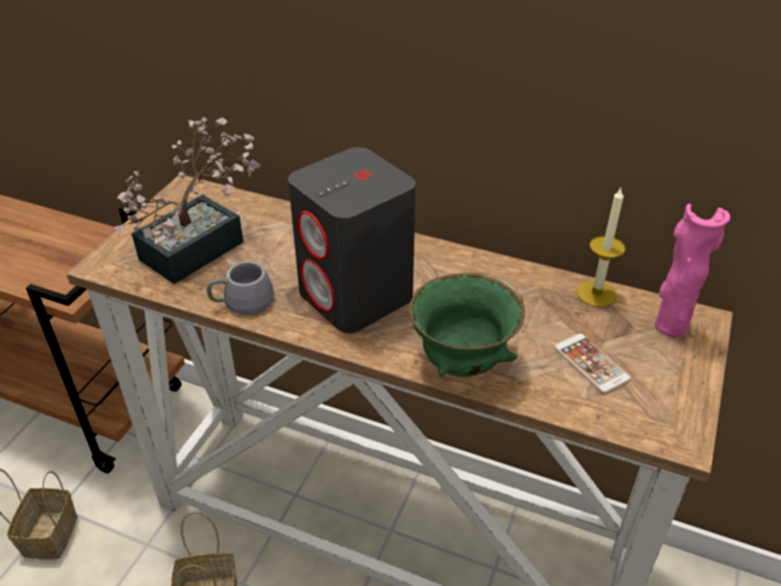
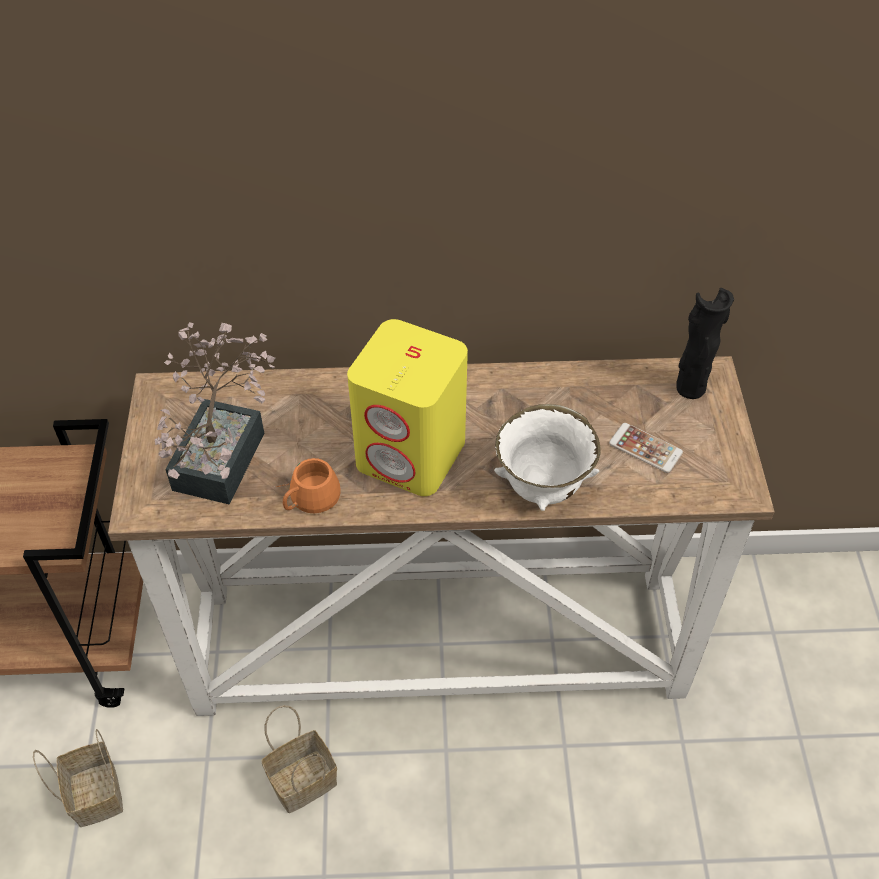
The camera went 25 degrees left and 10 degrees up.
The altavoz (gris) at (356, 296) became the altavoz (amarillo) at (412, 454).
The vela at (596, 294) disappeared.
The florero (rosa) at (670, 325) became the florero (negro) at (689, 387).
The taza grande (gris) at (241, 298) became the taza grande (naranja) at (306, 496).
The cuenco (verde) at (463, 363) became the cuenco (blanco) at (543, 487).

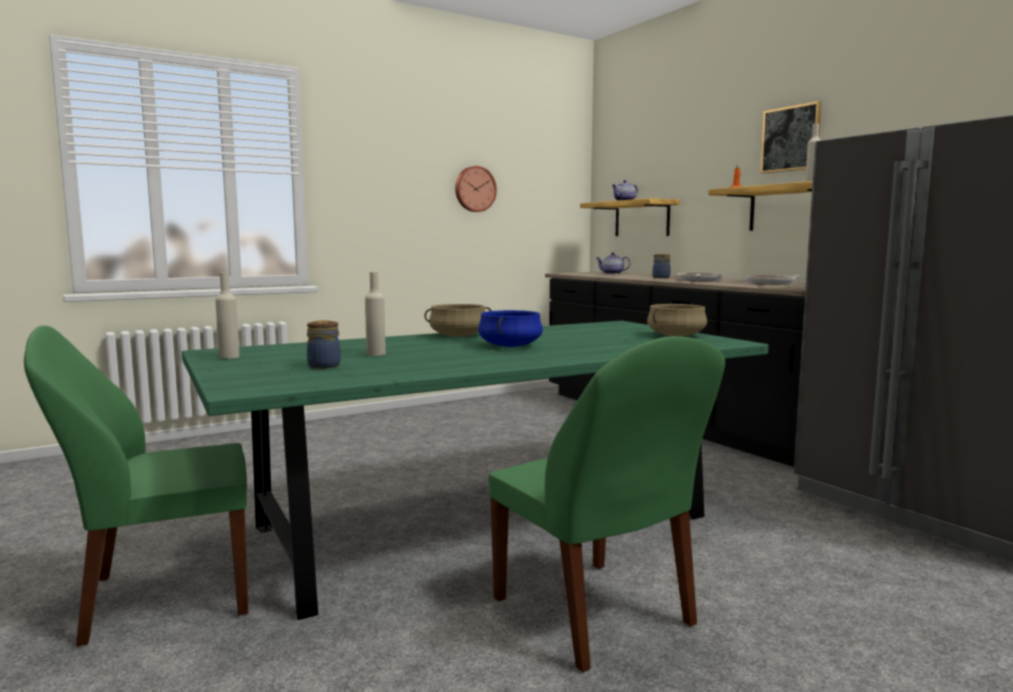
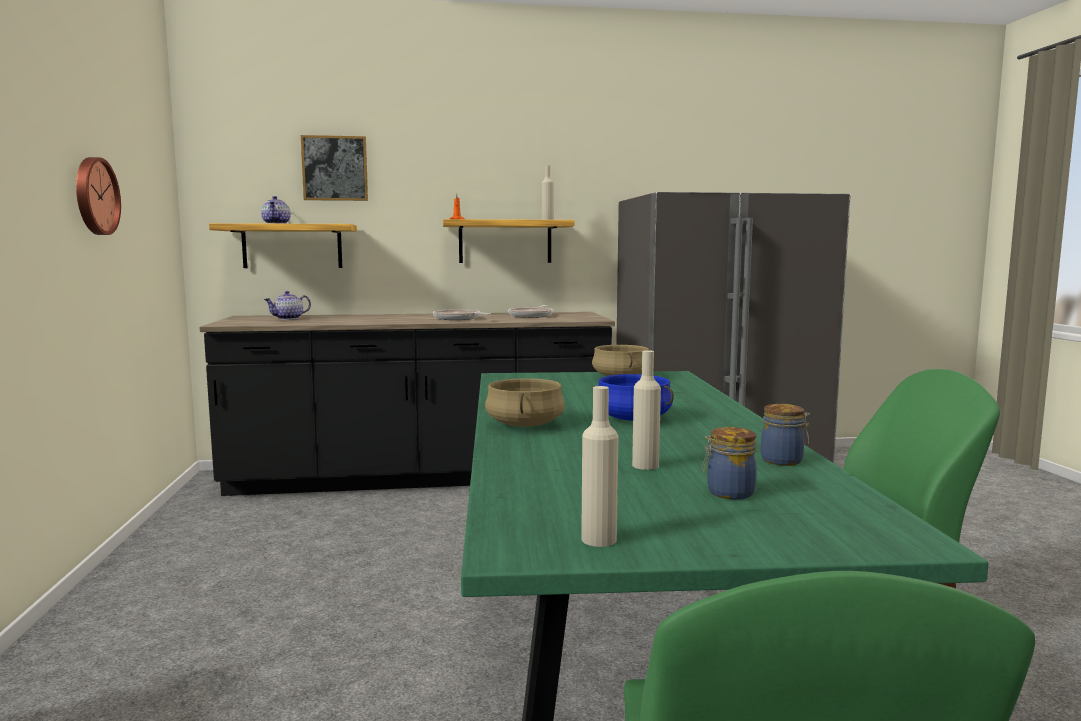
The camera went 65 degrees left and 0 degrees up.
The cuadro moved from (791, 139) to (335, 168).
The tarro moved from (661, 278) to (783, 461).

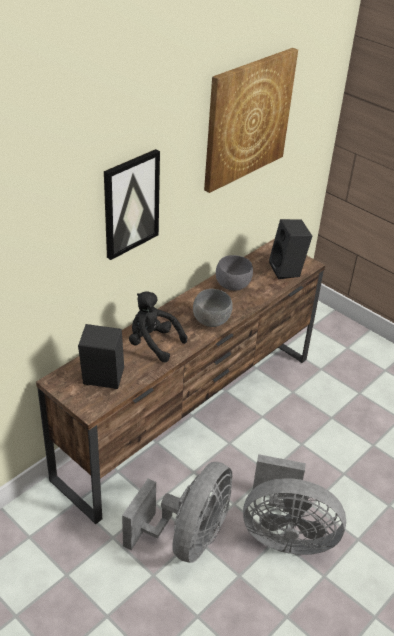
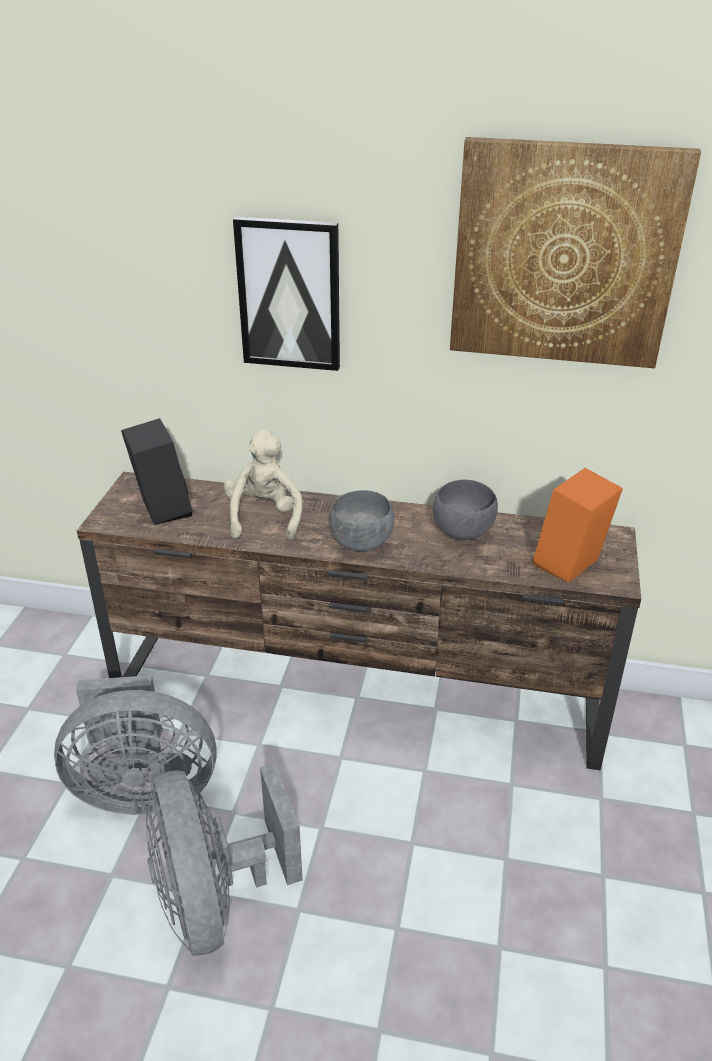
The camera went 60 degrees right and 5 degrees down.
The altavoz (negro) at (287, 270) became the altavoz (naranja) at (570, 566).
The peluche (negro) at (153, 343) became the peluche (beis) at (264, 517).

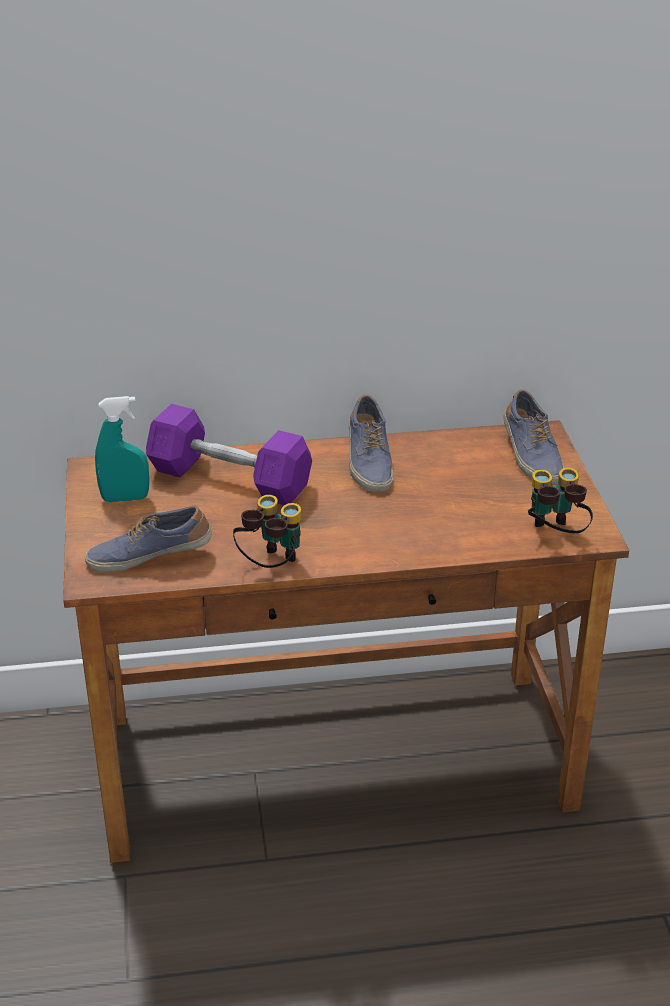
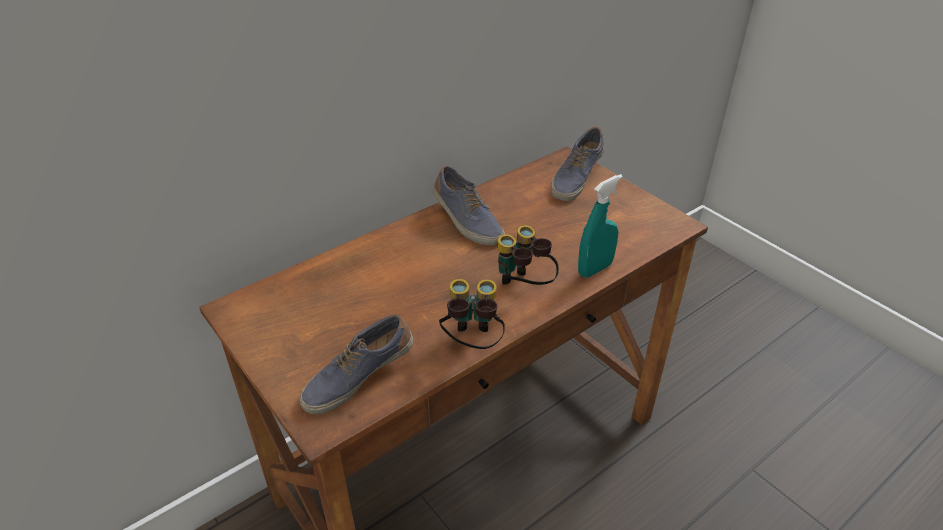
The camera went 30 degrees left and 5 degrees up.
The zapato at (530, 456) turned 75 degrees clockwise.
The pulverizador (turquesa) moved from (125, 498) to (595, 269).
The mancuerna (morado) at (229, 479) disappeared.
The prismáticos moved from (554, 535) to (524, 287).

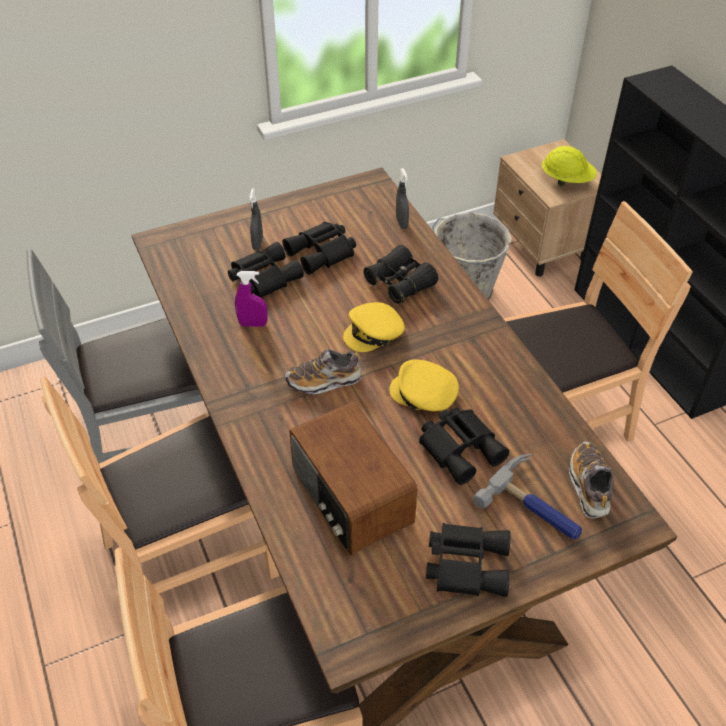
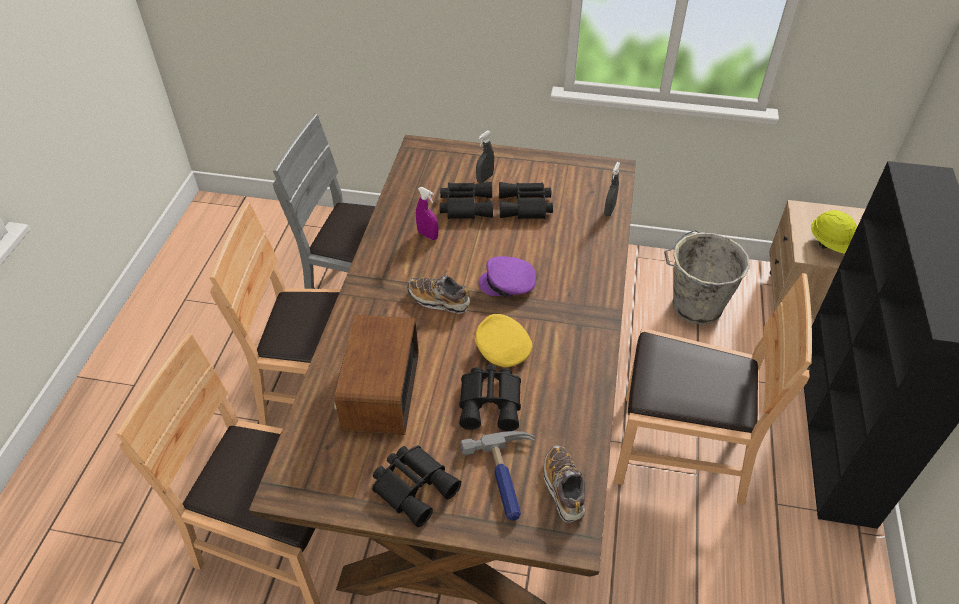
The camera went 35 degrees right and 0 degrees up.
The prismáticos (negro) at (400, 283) disappeared.
The gorra (amarillo) at (375, 333) became the gorra (morado) at (508, 284).
The zapato at (589, 486) turned 45 degrees counterclockwise.

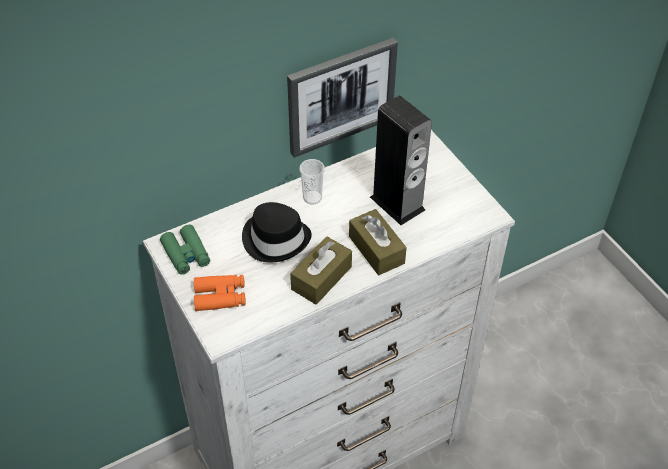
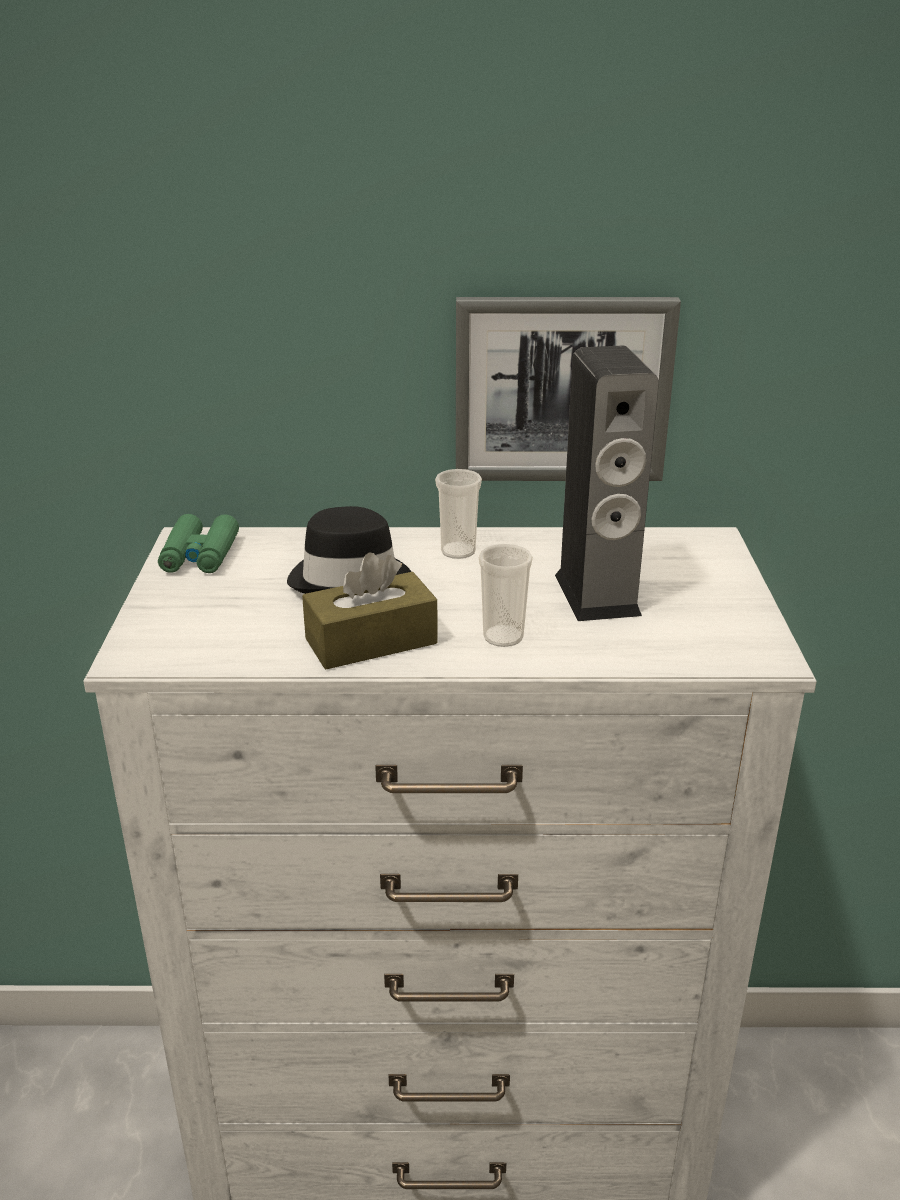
The camera went 30 degrees right and 20 degrees down.
The caja de pañuelos (marrón) at (376, 250) was replaced by the taza at (503, 637).
The prismáticos (naranja) at (220, 296) disappeared.

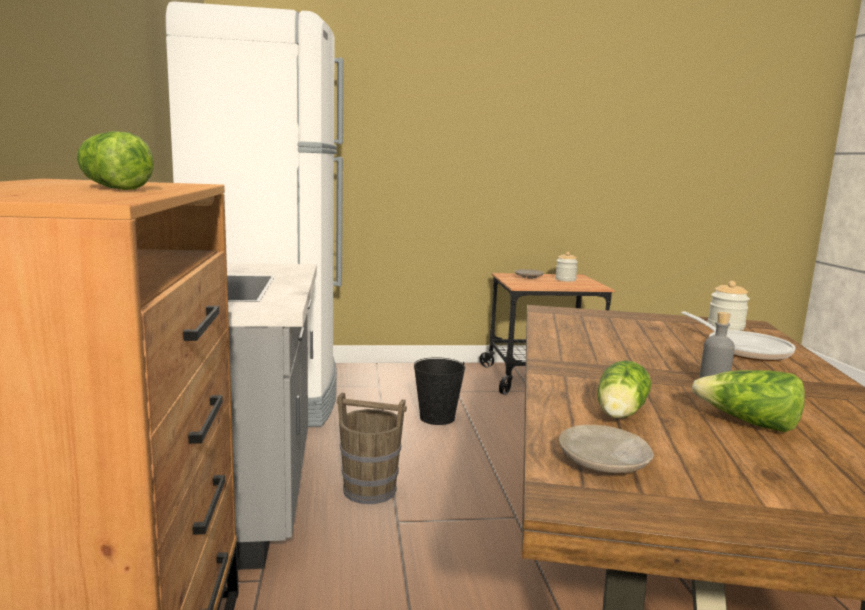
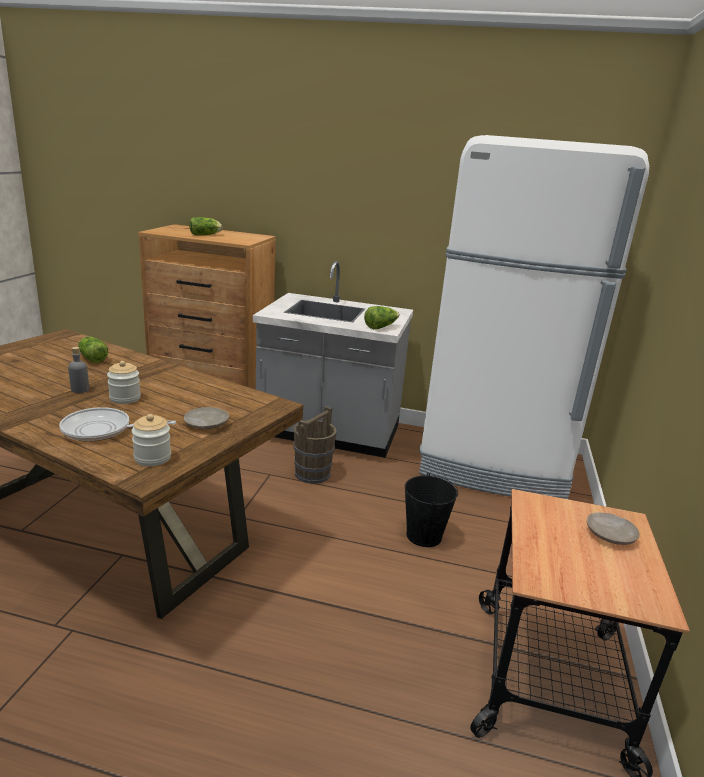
The camera went 110 degrees right and 10 degrees up.
The tarro moved from (565, 280) to (125, 398).
The lechuga moved from (748, 423) to (380, 327).
The plato (beis) moved from (603, 463) to (206, 424).

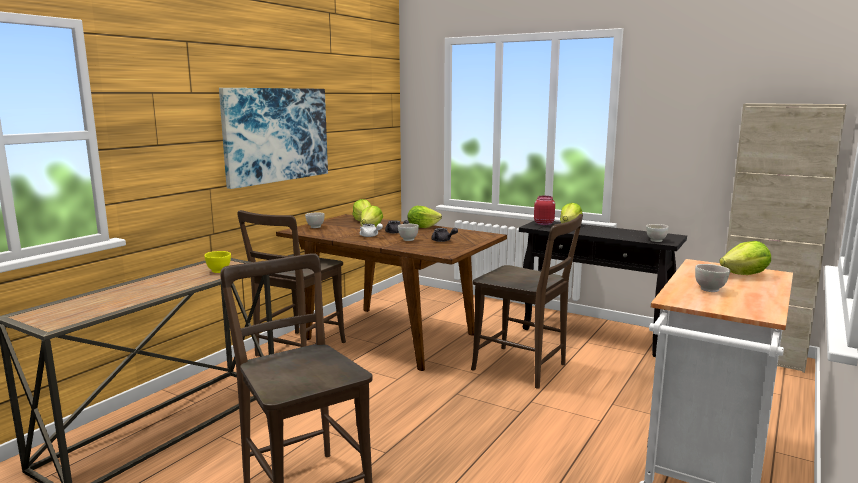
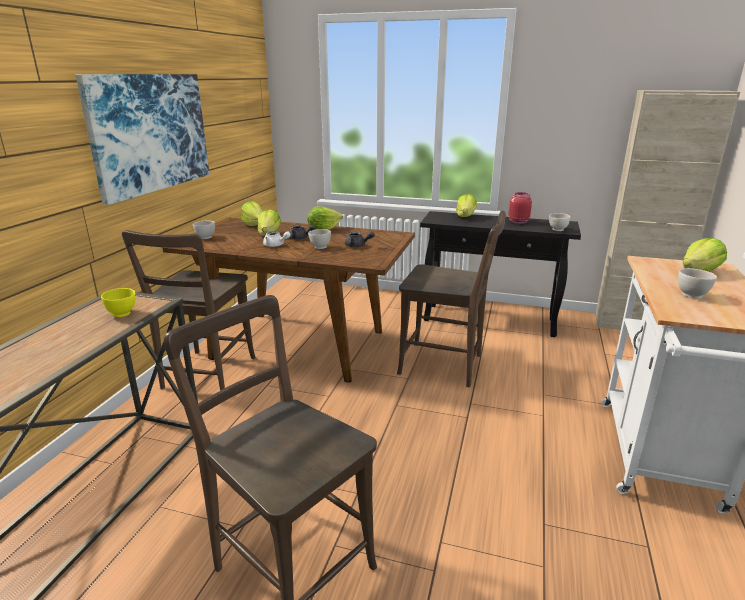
The camera went 15 degrees left and 10 degrees up.
The tarro (rojo) moved from (543, 223) to (517, 221).

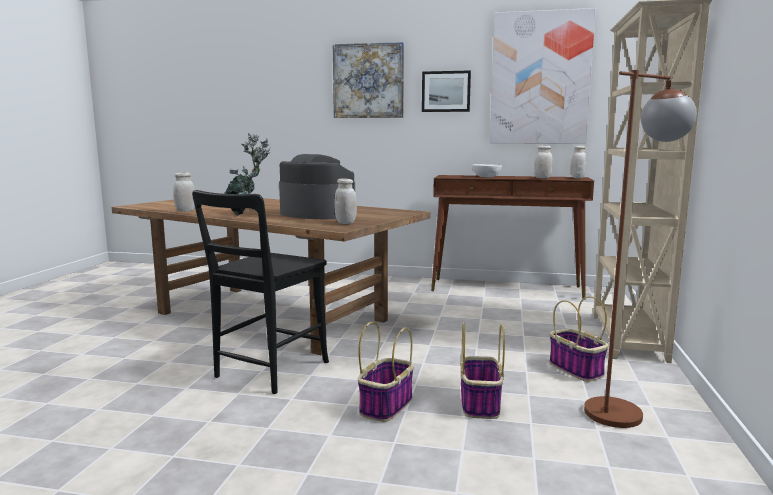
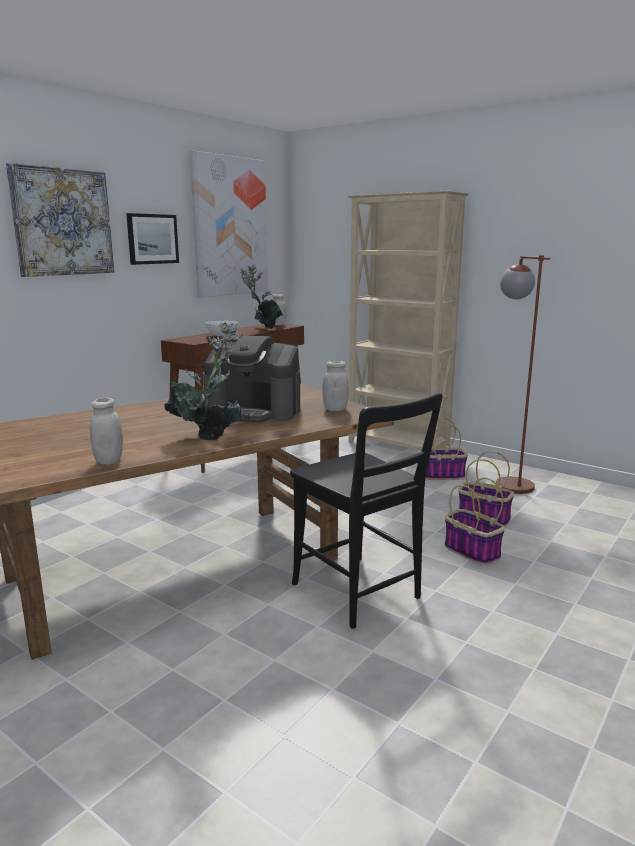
The camera went 65 degrees left and 5 degrees up.
The tarro (blanco) at (542, 178) was replaced by the planta en maceta at (263, 329).
The cafetera at (316, 214) turned 135 degrees counterclockwise.

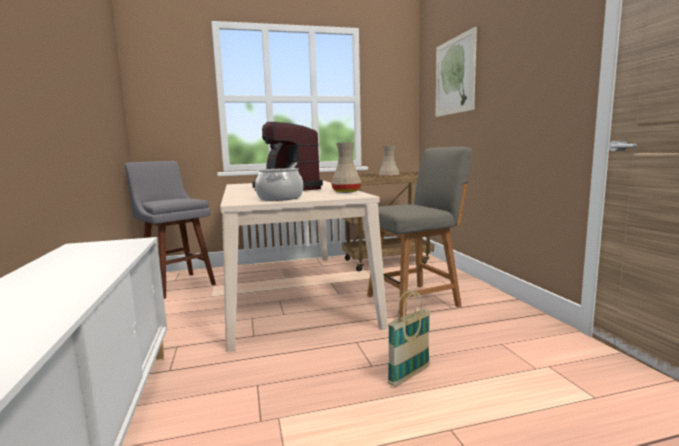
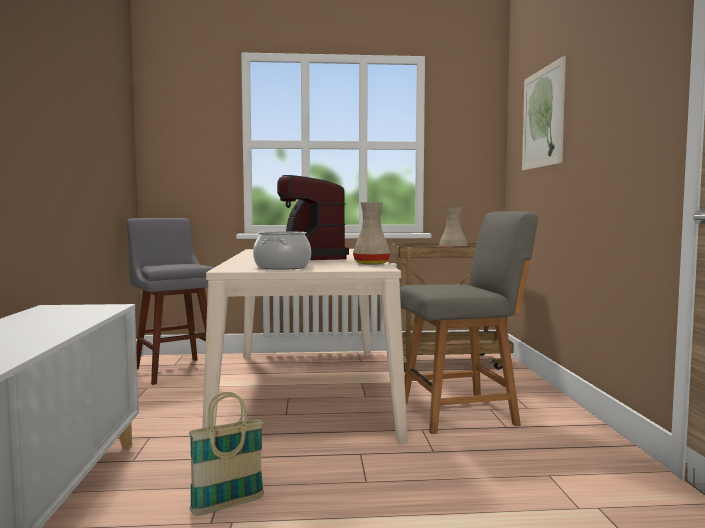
The camera went 10 degrees right and 5 degrees down.
The cesta moved from (409, 375) to (228, 505).

